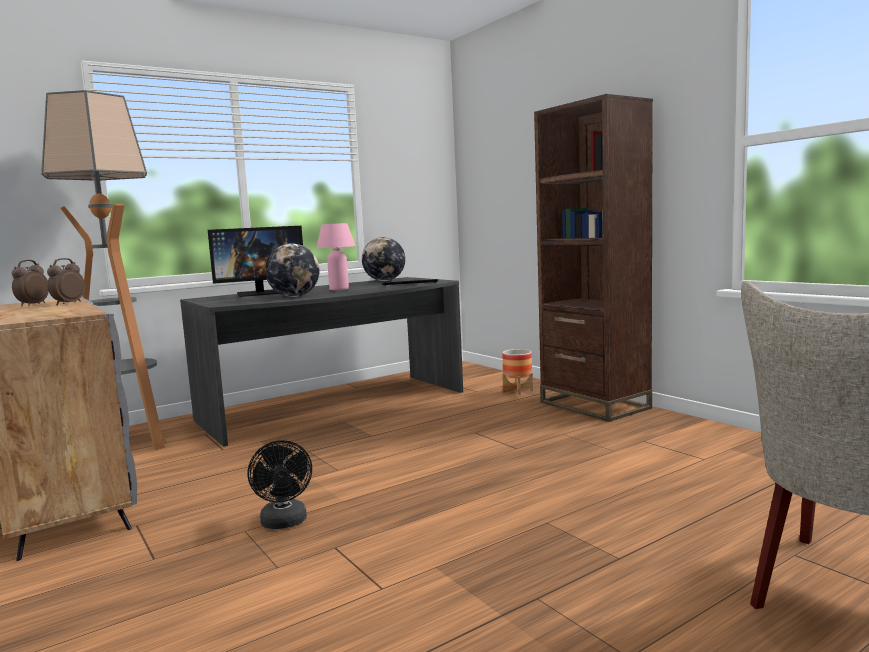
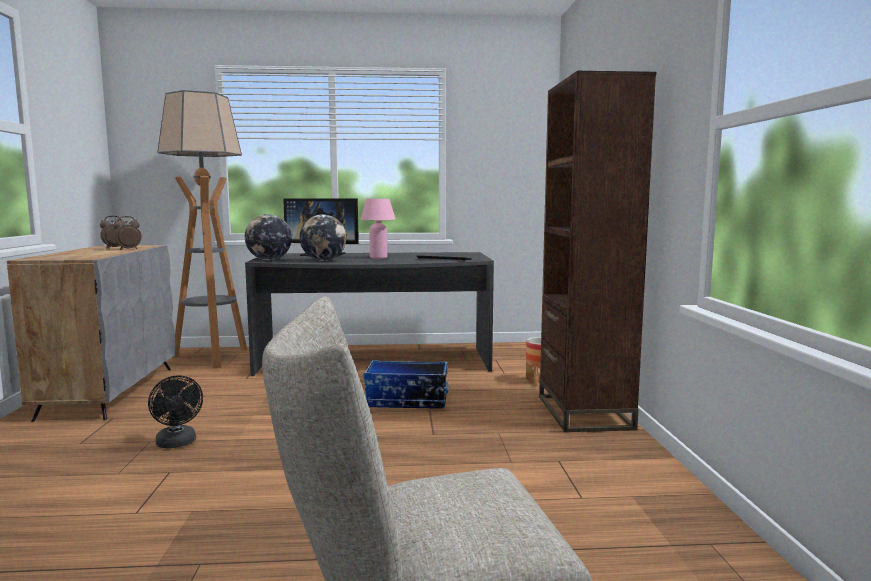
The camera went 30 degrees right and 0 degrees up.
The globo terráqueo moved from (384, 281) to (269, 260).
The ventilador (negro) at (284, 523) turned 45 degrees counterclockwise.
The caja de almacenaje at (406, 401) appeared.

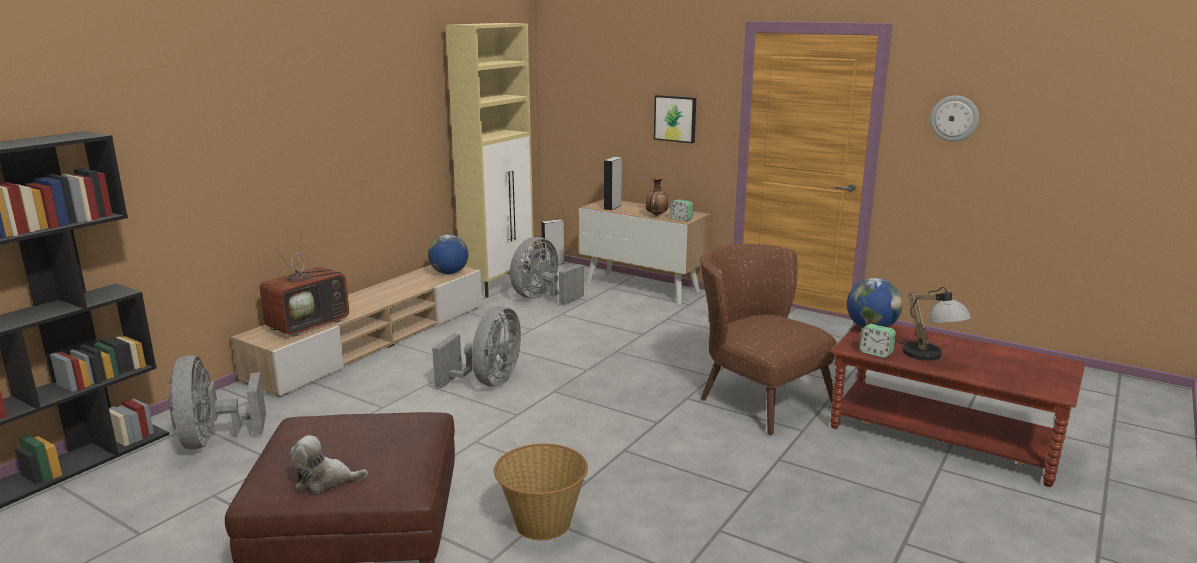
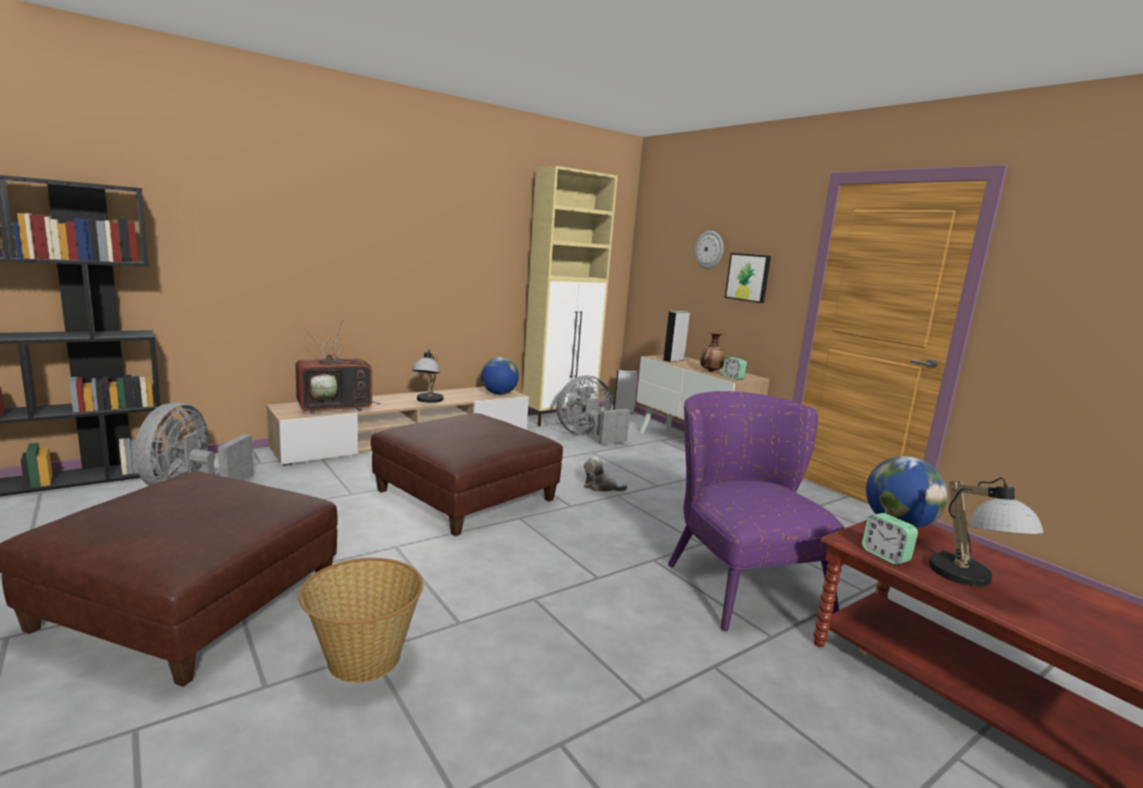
The camera went 20 degrees right and 5 degrees down.
The reloj de pared moved from (954, 118) to (709, 249).
The sillón (marrón) at (756, 397) became the sillón (morado) at (738, 579).
The ventilador (gris) at (488, 382) was replaced by the puf (marrón) at (465, 495).
The peluche moved from (325, 481) to (601, 487).
The lámpara de mesa at (428, 401) appeared.

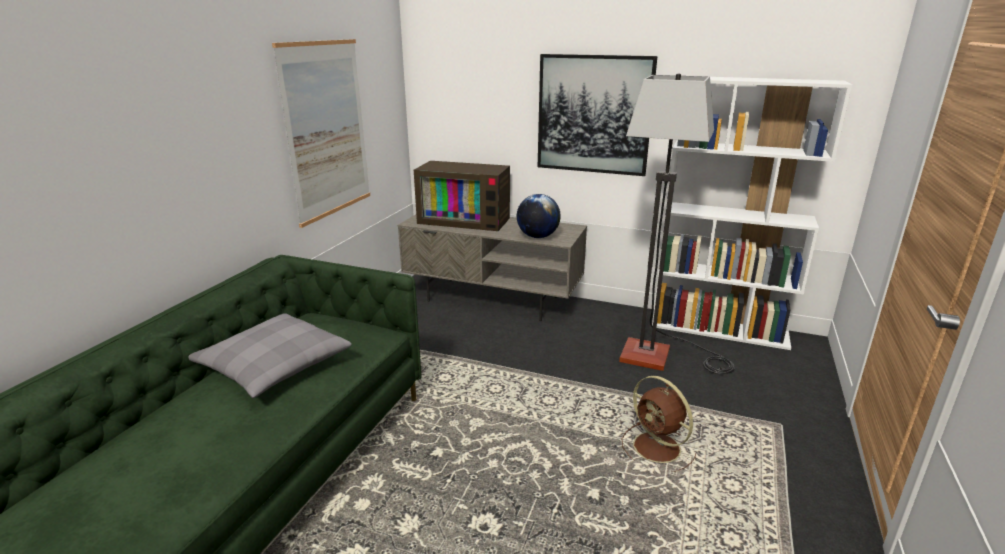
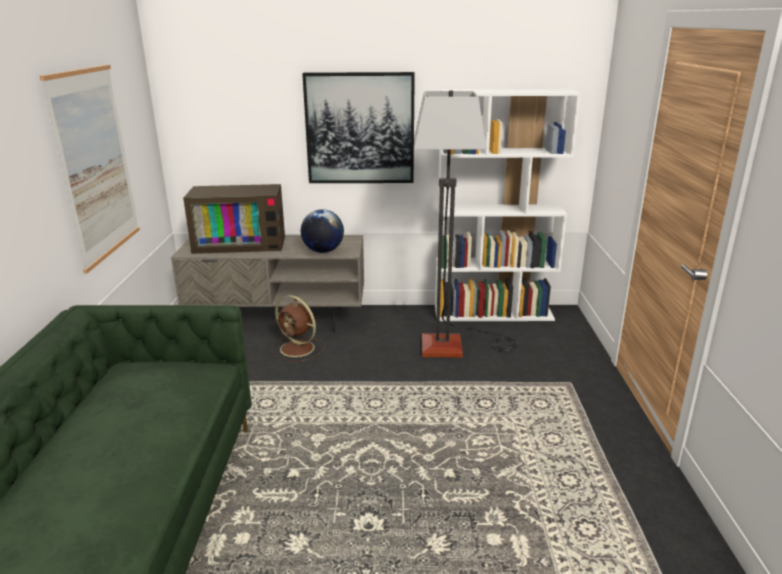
The camera went 20 degrees left and 0 degrees up.
The cojín (gris) at (273, 366) disappeared.
The ventilador (marrón) moved from (658, 449) to (298, 349).

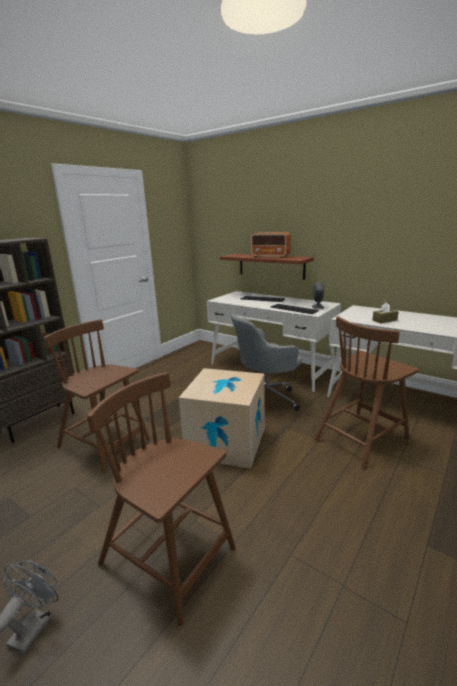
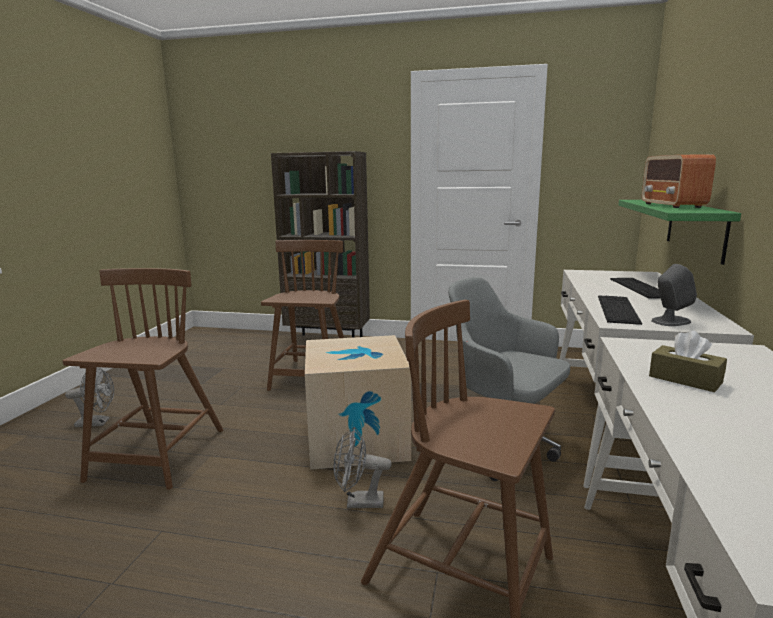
The camera went 65 degrees right and 5 degrees down.
The estante (marrón) at (271, 266) became the estante (verde) at (695, 228).
The ventilador (gris) at (358, 503) appeared.

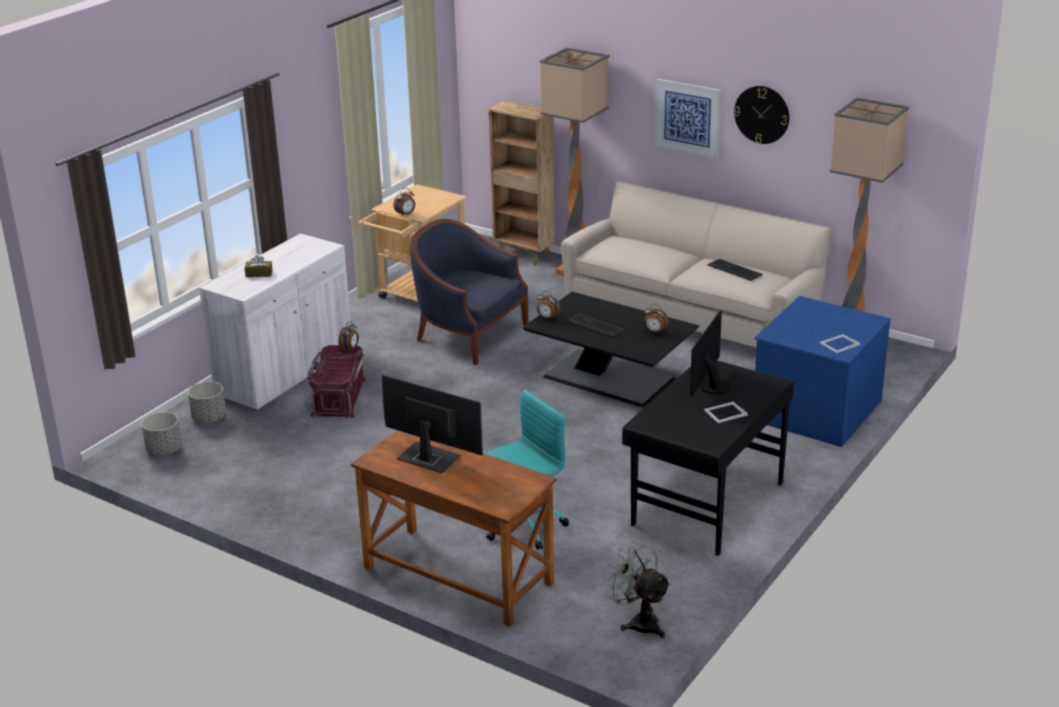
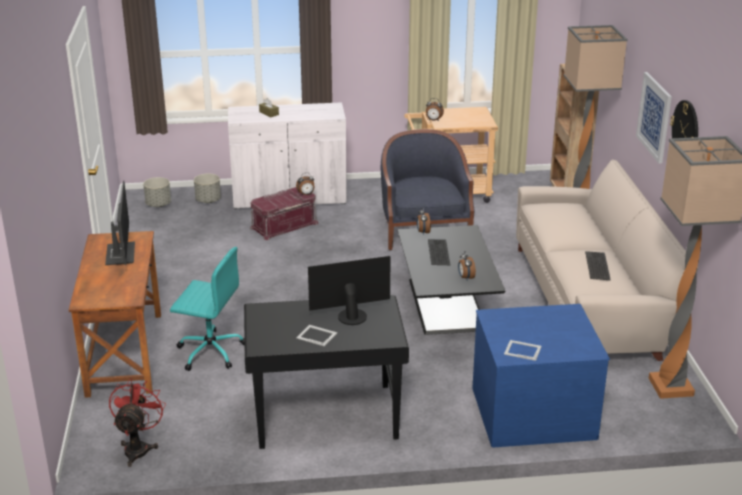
The camera went 50 degrees right and 0 degrees up.
The ventilador (gris) at (639, 622) became the ventilador (rojo) at (138, 447).

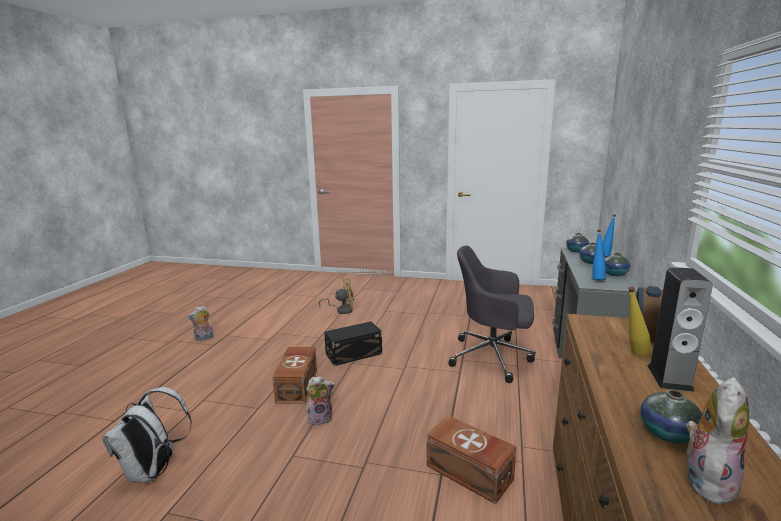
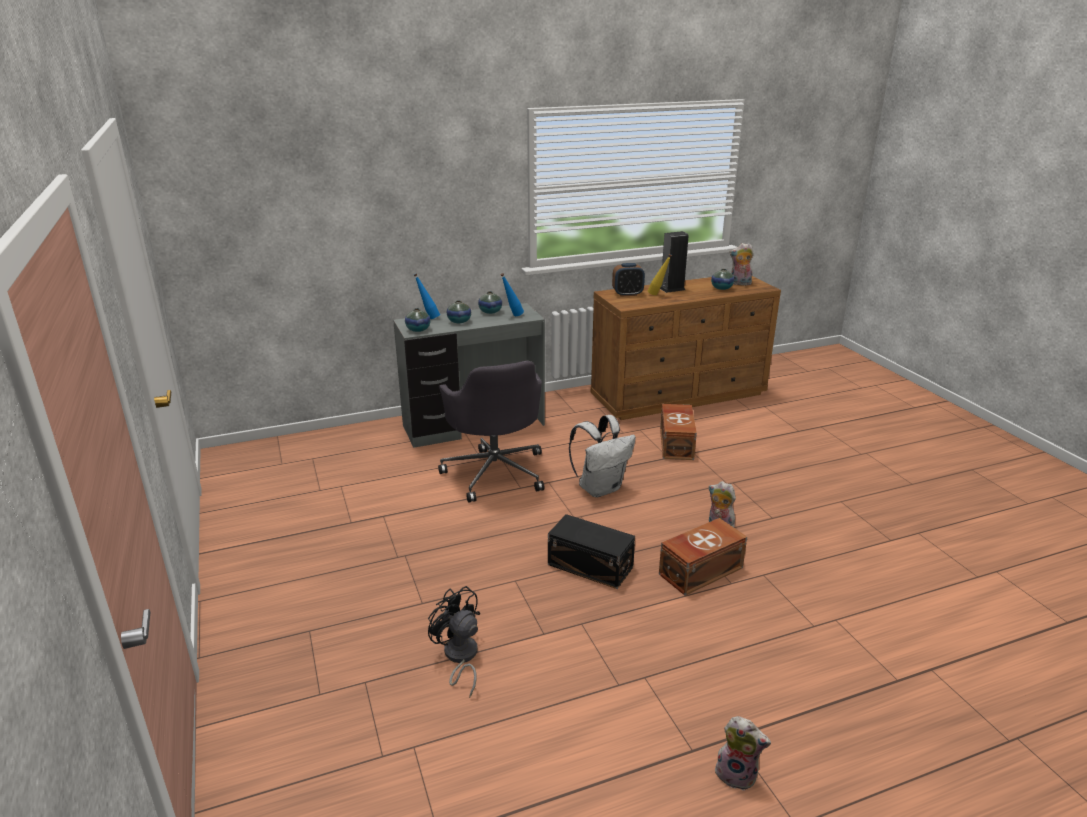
The camera went 125 degrees left and 10 degrees up.
The ventilador (amarillo) at (342, 310) became the ventilador (negro) at (459, 658).
The mochila (blanco) moved from (154, 471) to (600, 488).

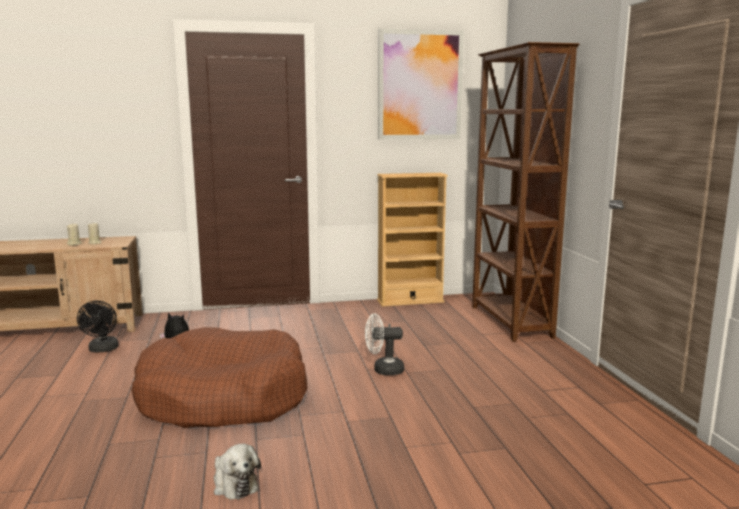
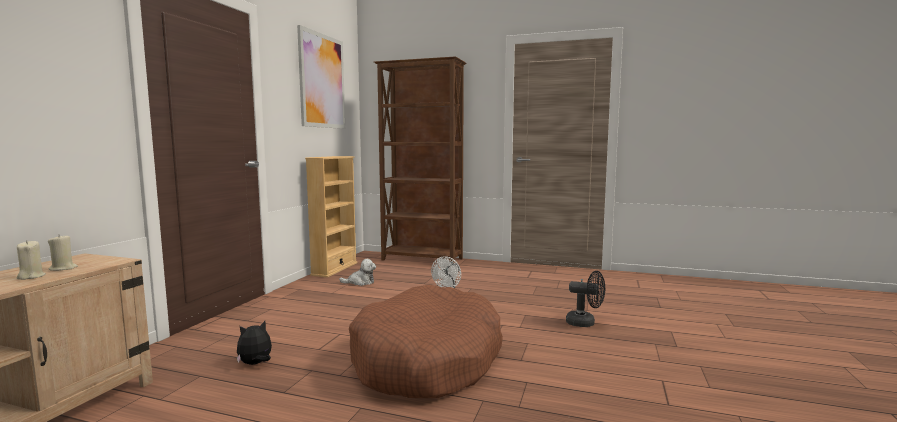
The camera went 60 degrees left and 5 degrees down.
The ventilador (negro) moved from (102, 350) to (585, 323).
The peluche moved from (234, 484) to (360, 282).

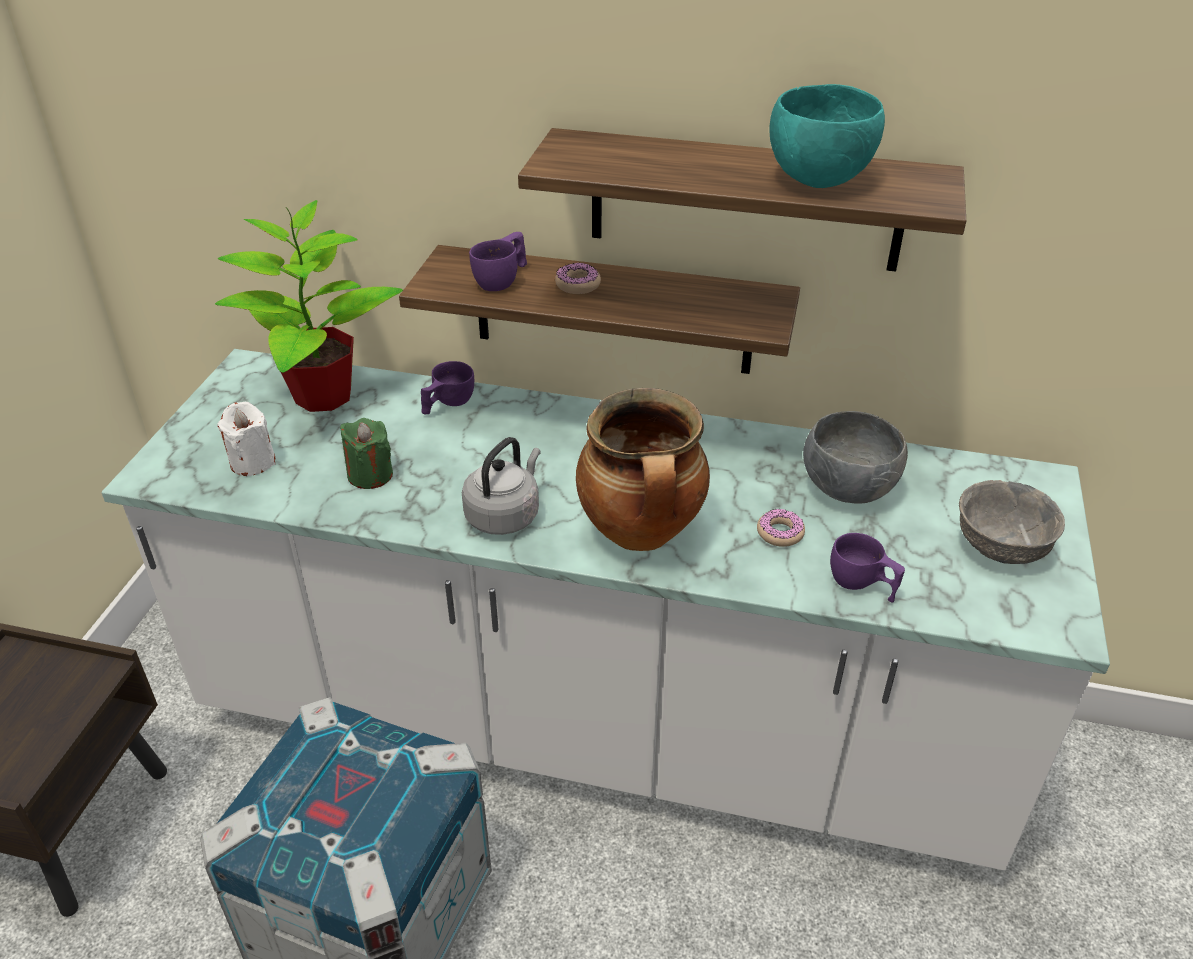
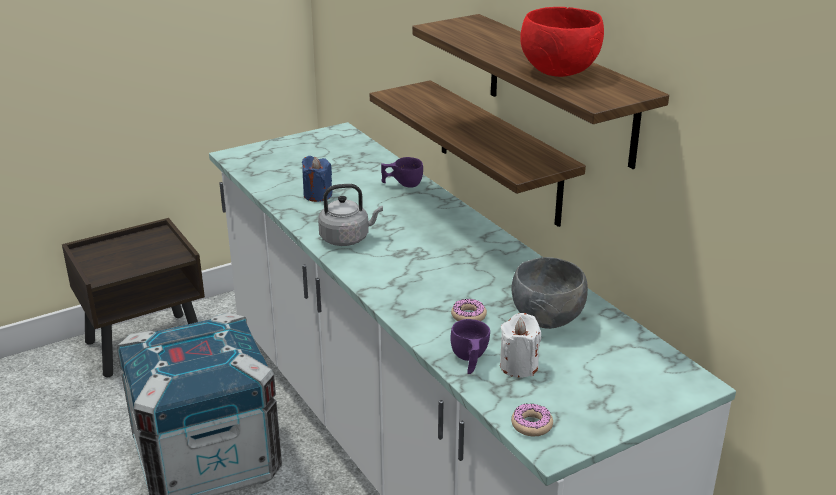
The camera went 45 degrees right and 10 degrees down.
The cuenco (turquesa) at (817, 179) became the cuenco (rojo) at (558, 71).
The planta en maceta at (321, 396) disappeared.
The taza (morado) at (503, 280) disappeared.
The rosquilla moved from (578, 285) to (531, 425).
The olla at (642, 534) disappeared.
The vela (blanco) moved from (252, 462) to (518, 366).
The vela (verde) at (370, 475) became the vela (azul) at (317, 195).
The cuenco (gris) at (1000, 546) disappeared.

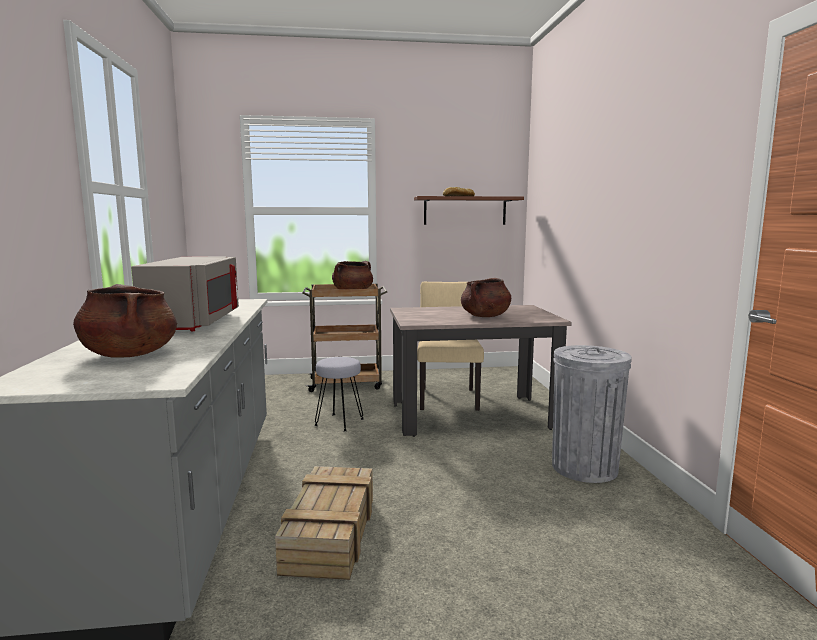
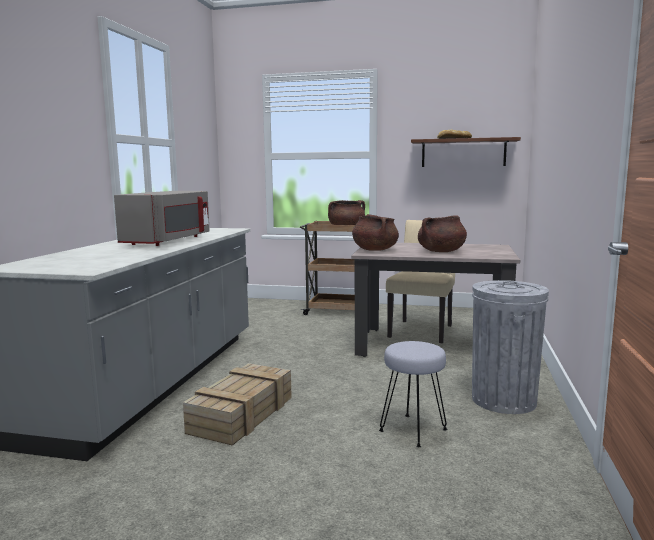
The camera went 20 degrees right and 0 degrees up.
The olla (marrón) moved from (129, 354) to (375, 250).
The taburete (gris) moved from (339, 423) to (413, 431).

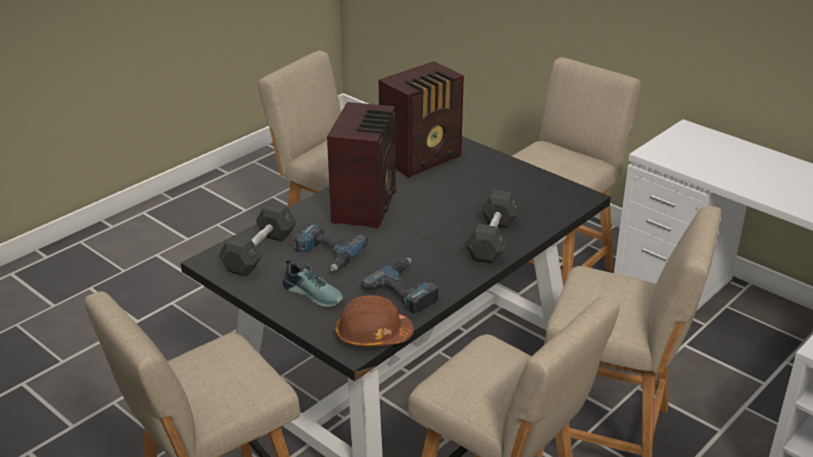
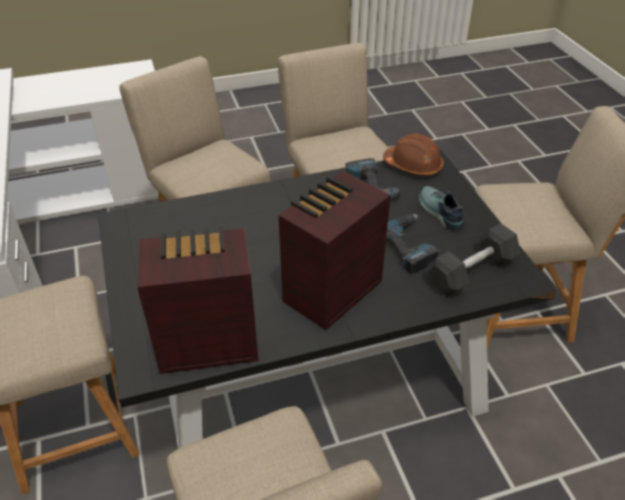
The camera went 150 degrees left and 10 degrees up.
The mancuerna (gris) at (492, 240) disappeared.

